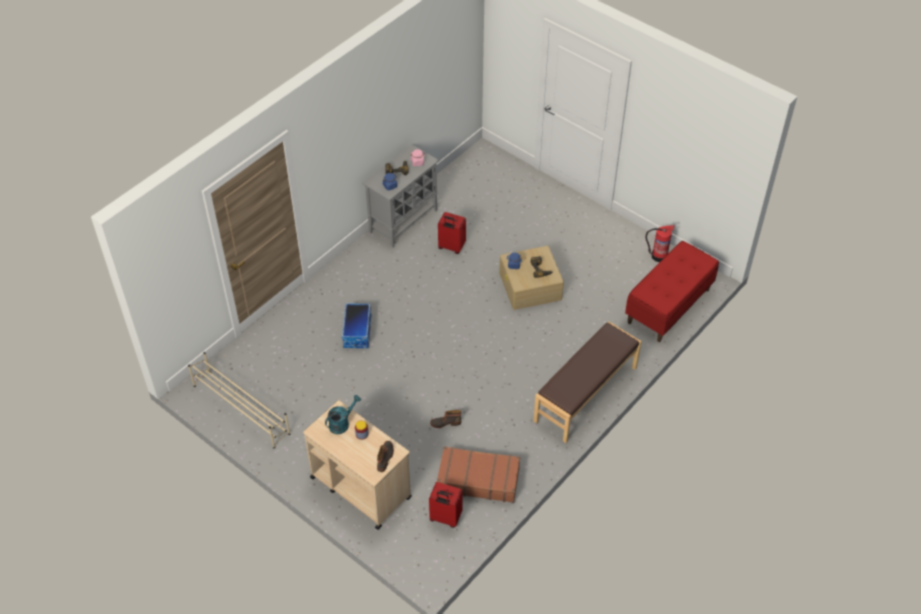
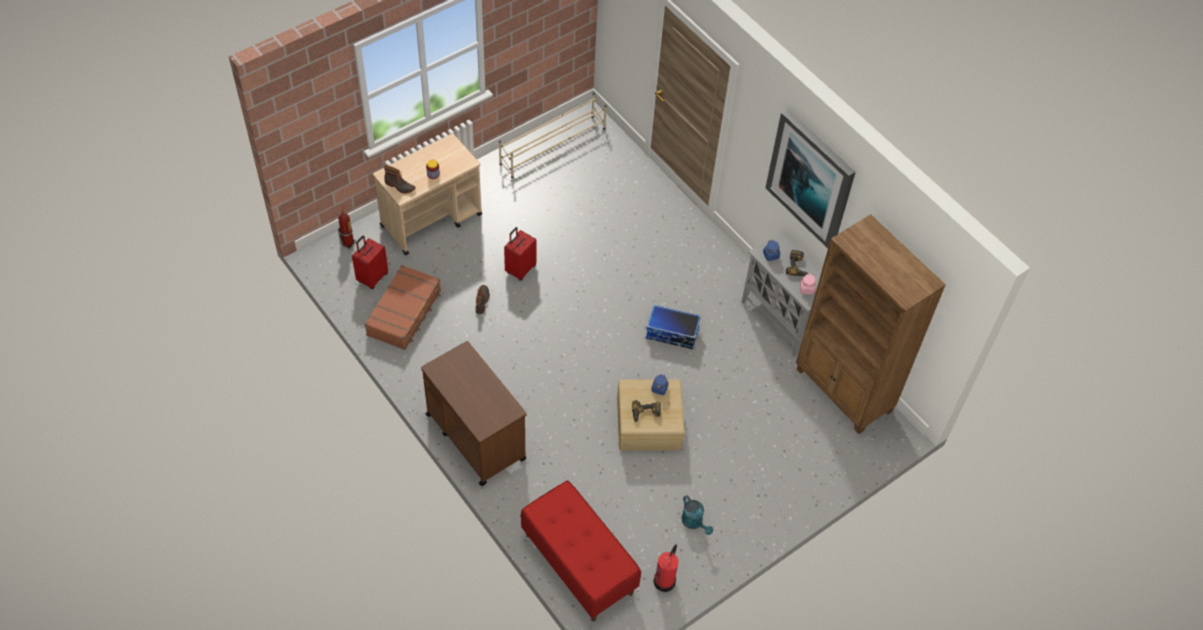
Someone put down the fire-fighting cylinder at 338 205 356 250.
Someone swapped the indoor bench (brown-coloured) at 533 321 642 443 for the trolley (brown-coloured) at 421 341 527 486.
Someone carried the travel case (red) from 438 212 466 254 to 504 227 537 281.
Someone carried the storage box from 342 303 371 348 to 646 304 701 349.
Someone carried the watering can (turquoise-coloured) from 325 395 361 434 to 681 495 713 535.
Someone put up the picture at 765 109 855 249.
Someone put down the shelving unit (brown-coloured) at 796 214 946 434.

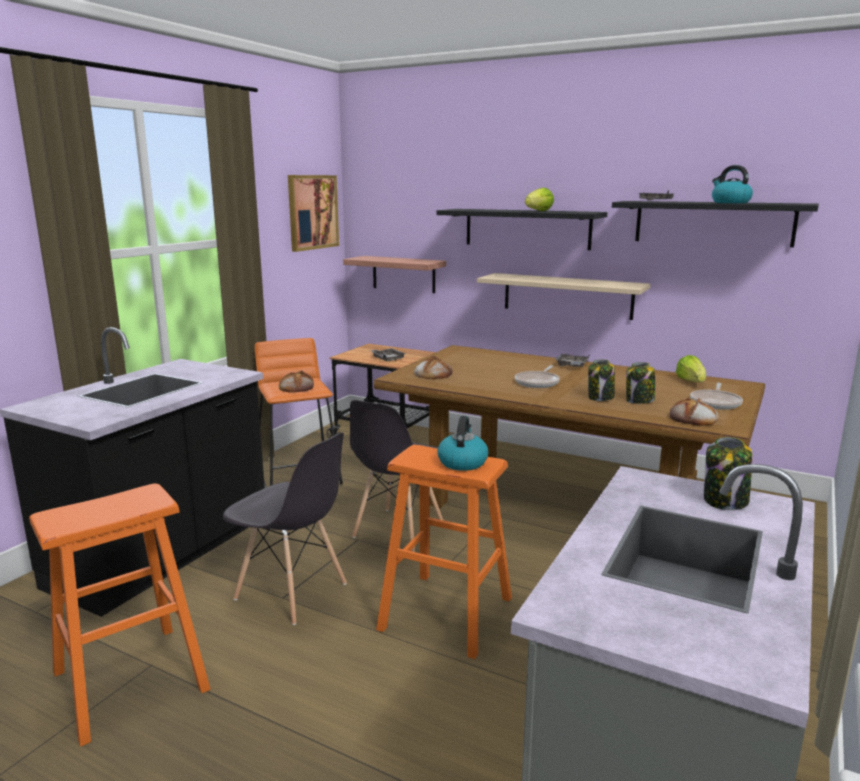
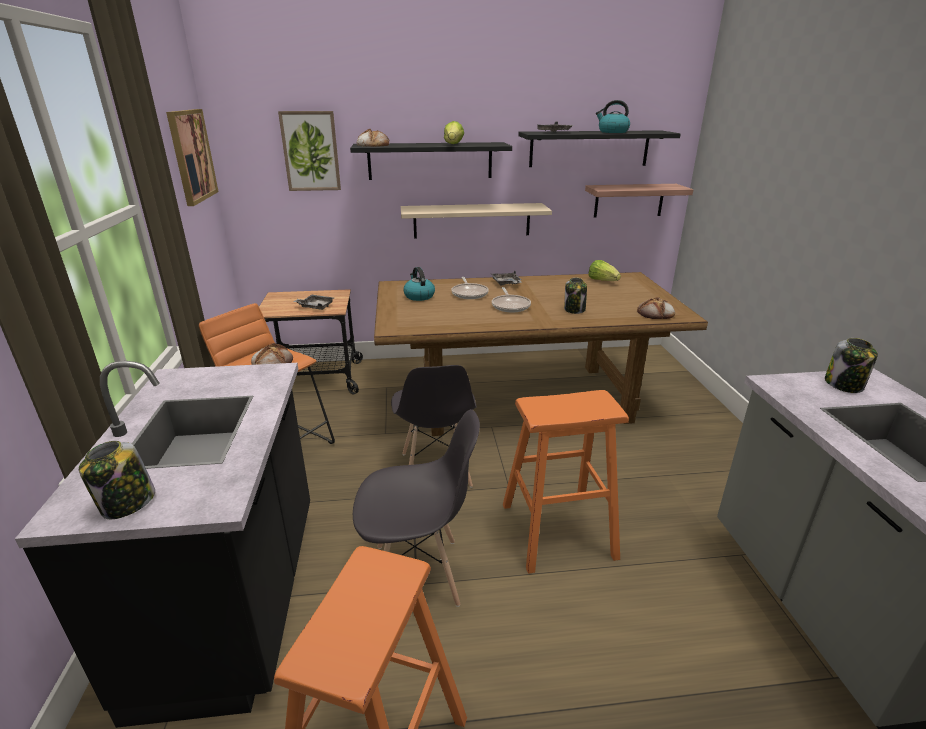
Someone carried the preserve jar from 626 362 655 404 to 79 441 155 519.
Someone put up the picture at 278 111 341 191.
Someone carried the baked bread from 414 356 452 379 to 357 129 389 147.
Someone carried the tea kettle from 437 416 488 471 to 403 267 435 301.
Someone carried the frying pan from 690 383 743 410 to 451 277 489 299.
Someone carried the bracket shelf from 343 256 446 293 to 585 184 693 218.

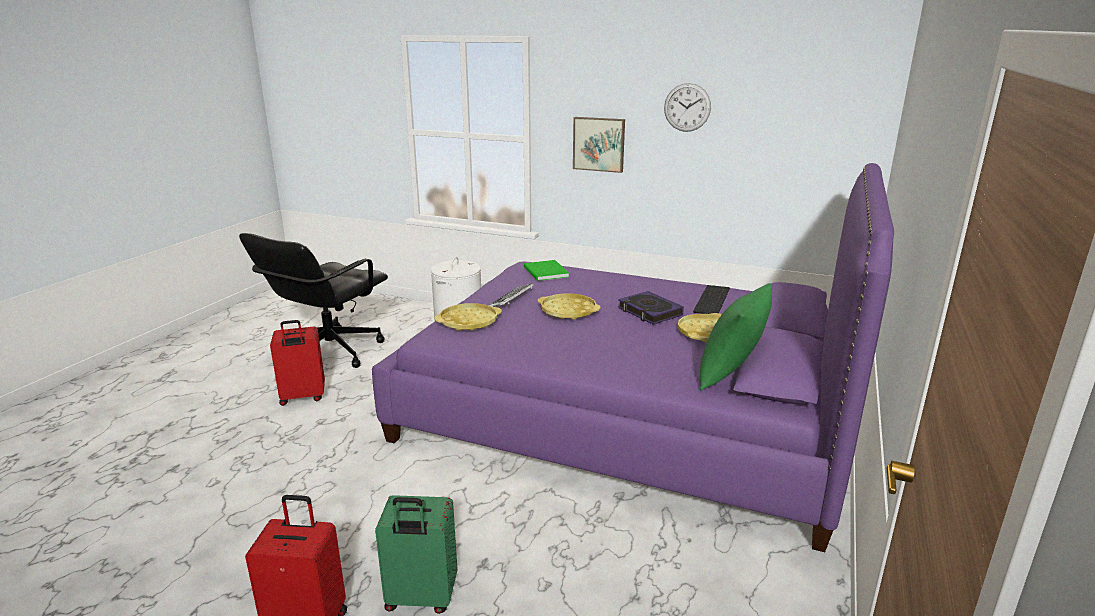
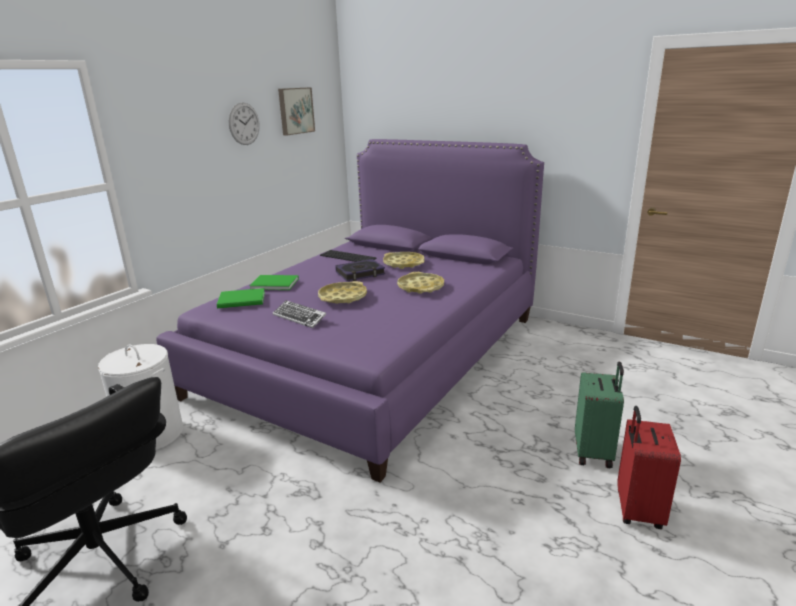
Someone put down the bound book (green-coloured) at 249 275 299 290.
Someone carried the picture from 573 117 625 173 to 278 87 315 135.
Someone carried the tray (yellow) from 434 303 502 331 to 397 272 444 294.
Someone took away the travel case (red) at 270 320 325 406.
Someone took away the pillow (green-coloured) at 700 283 772 391.

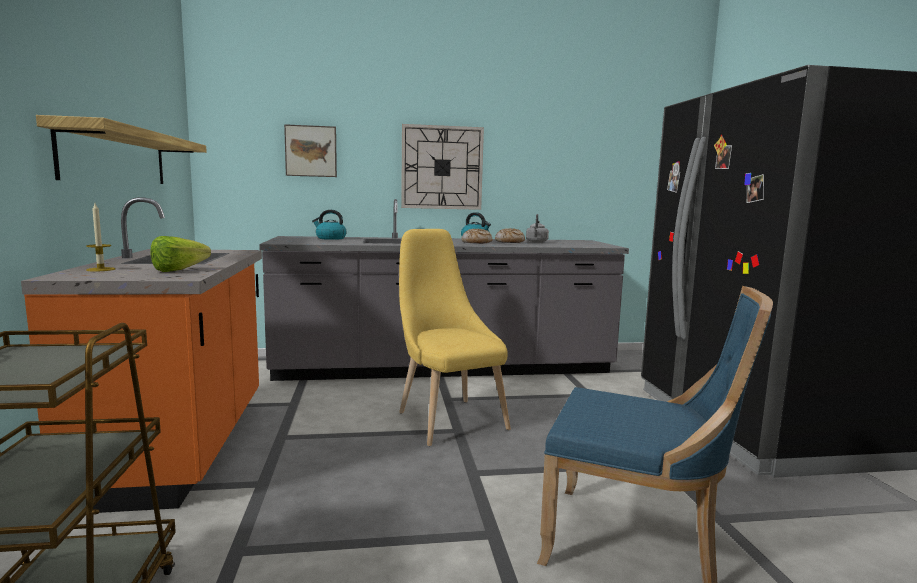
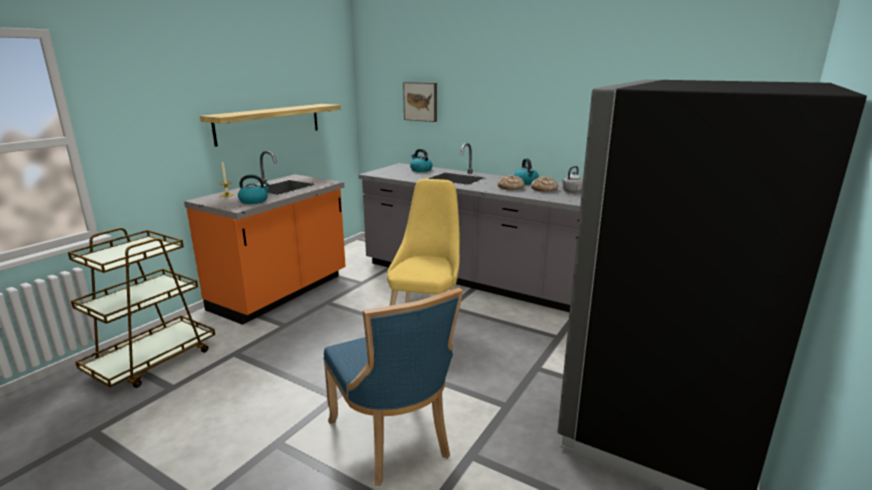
Someone swapped the lettuce at 151 236 211 272 for the tea kettle at 238 174 271 204.
Someone took away the clock on the wall at 401 124 484 210.

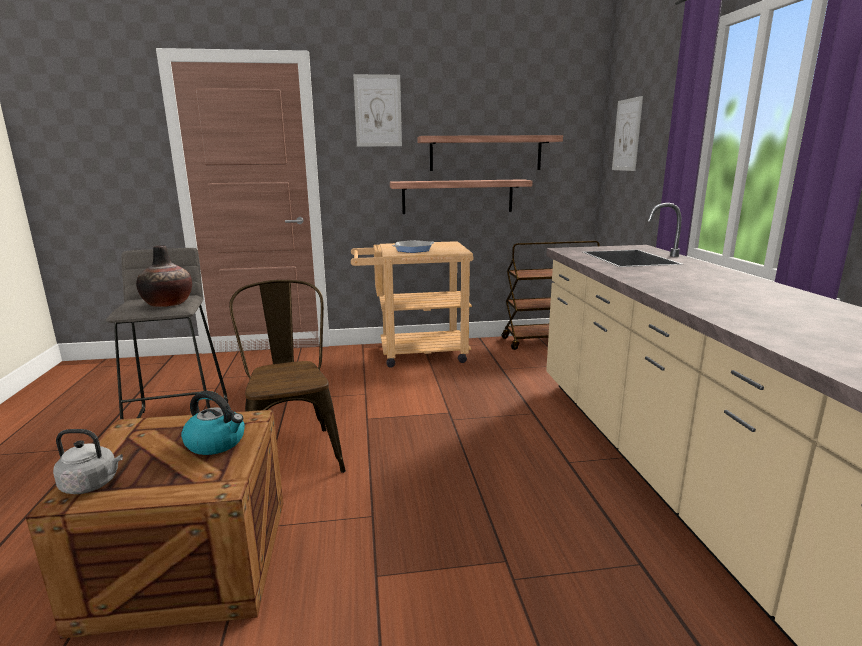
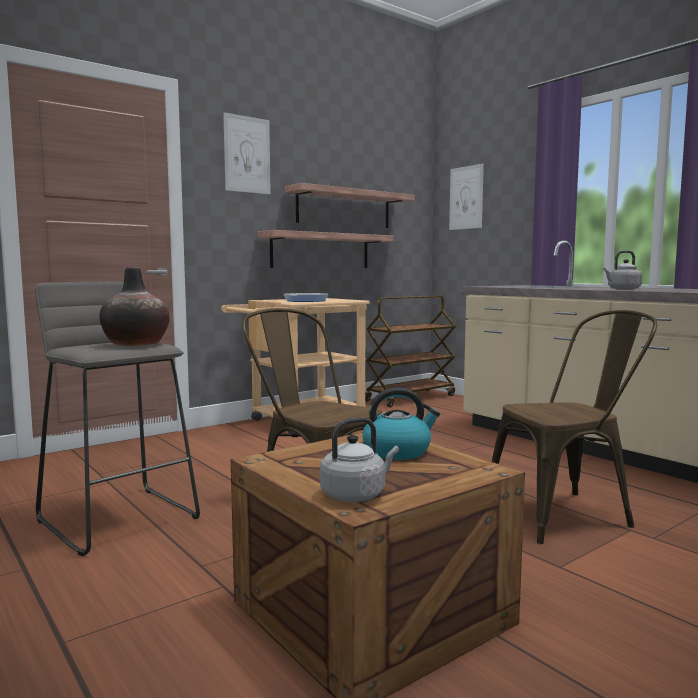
Someone put down the chair (brown-coloured) at 492 310 657 544.
Someone put down the tea kettle (grey) at 603 250 642 290.

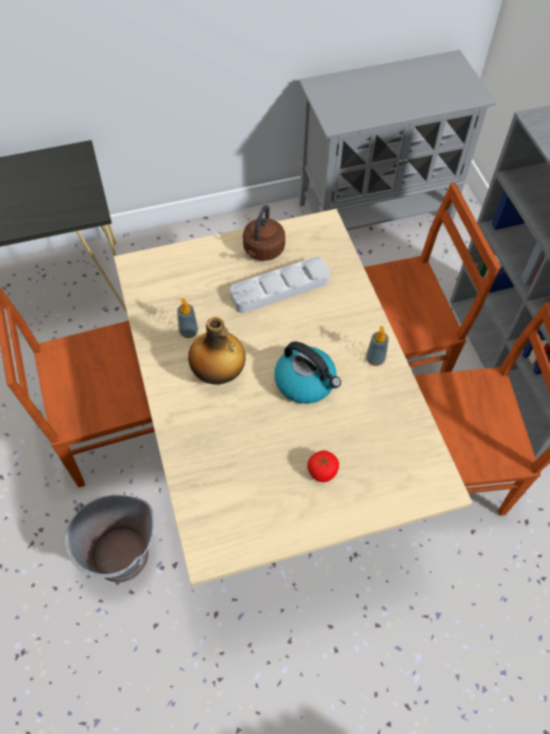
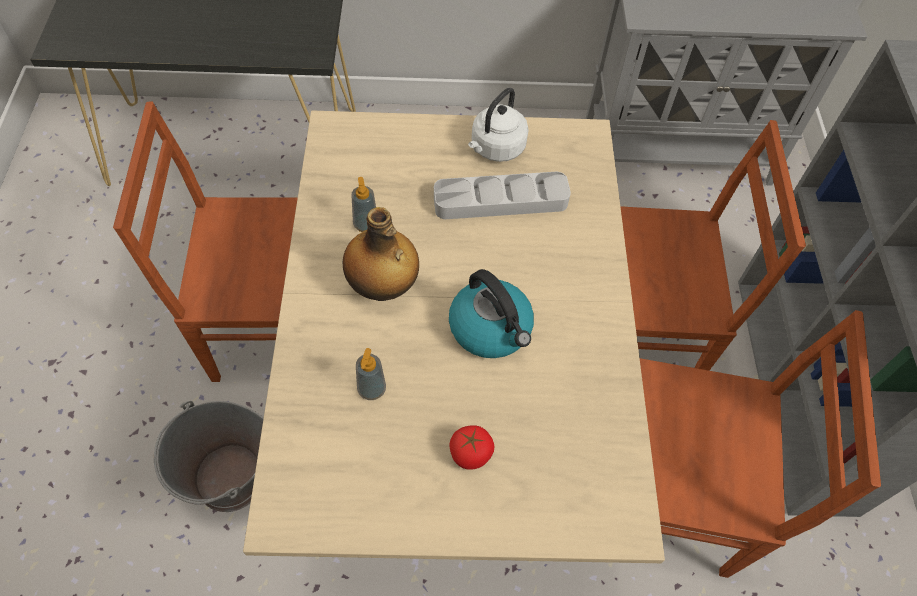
Someone carried the soap dispenser from 366 326 389 366 to 356 348 386 400.
Someone repainted the tea kettle (brown-coloured) at 243 205 285 261, which became the tea kettle (white) at 468 88 529 162.

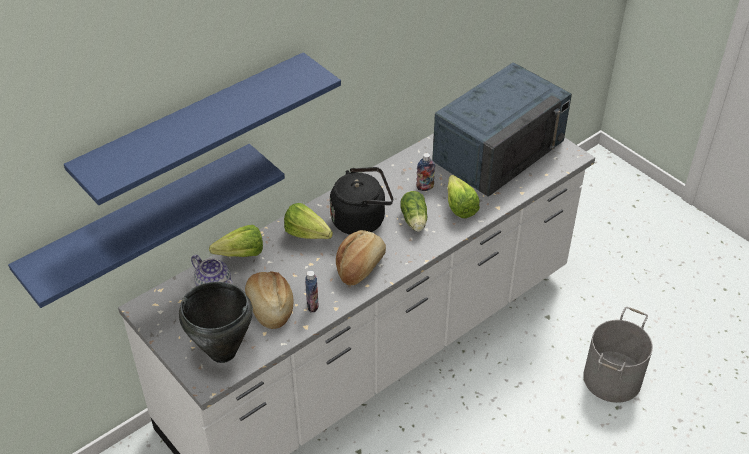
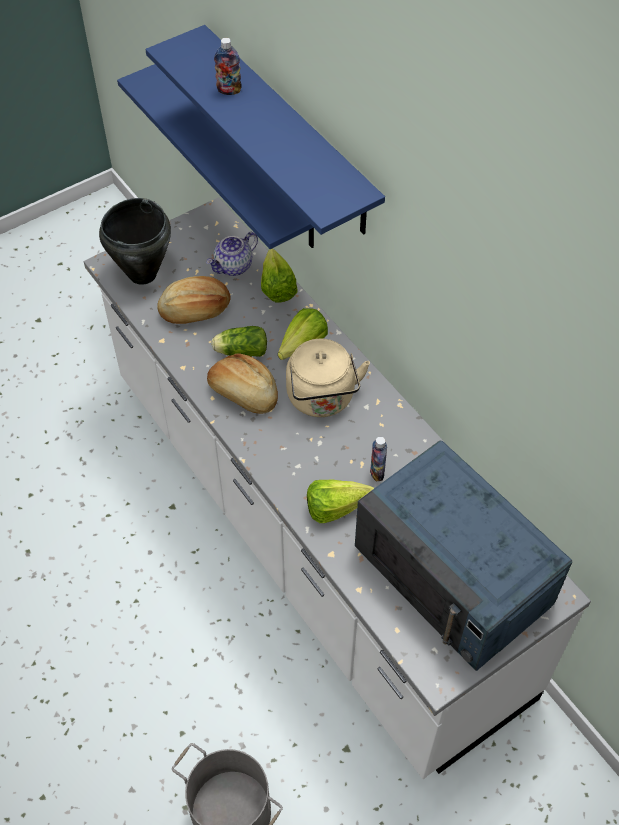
Someone carried the lettuce from 400 191 427 231 to 211 326 267 357.
Someone carried the drink bottle from 305 270 319 312 to 214 38 242 95.
Someone repainted the tea kettle (blackish) at 330 167 393 235, which became the tea kettle (beige-coloured) at 286 339 370 417.

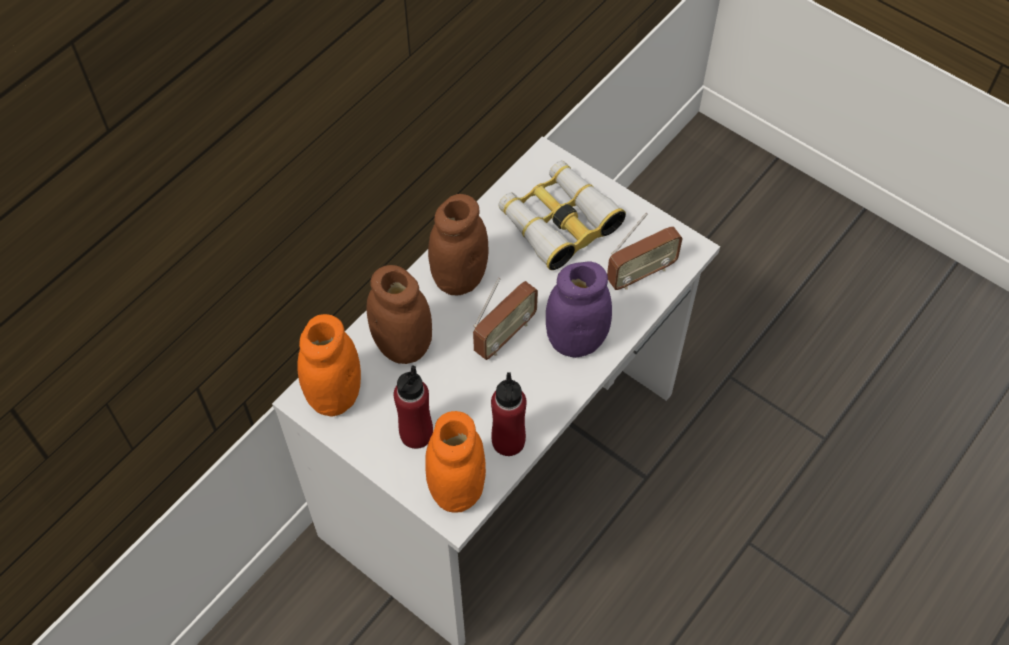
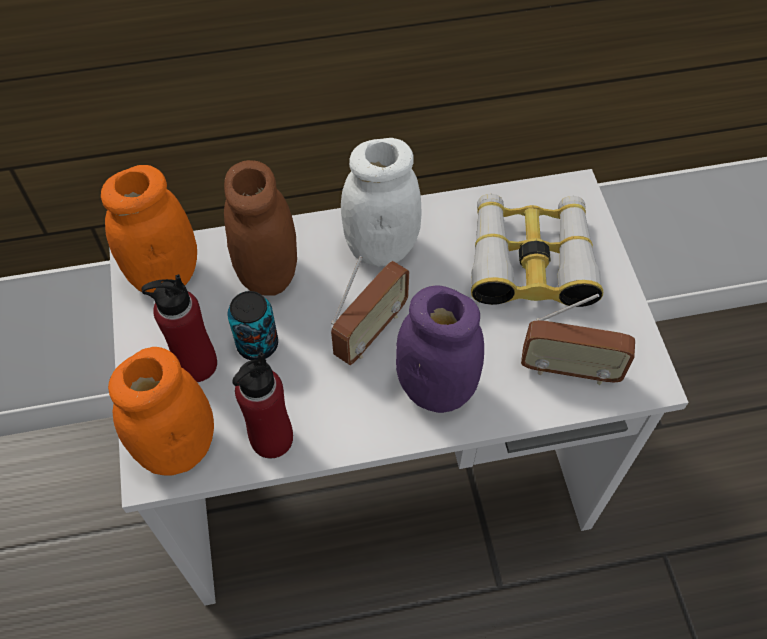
Someone put down the sealed can at 227 291 278 360.
Someone rotated the radio set at 473 277 538 360 by 45 degrees counterclockwise.
Someone repainted the preserve jar (brown-coloured) at 428 194 489 295, which became the preserve jar (white) at 341 138 422 267.

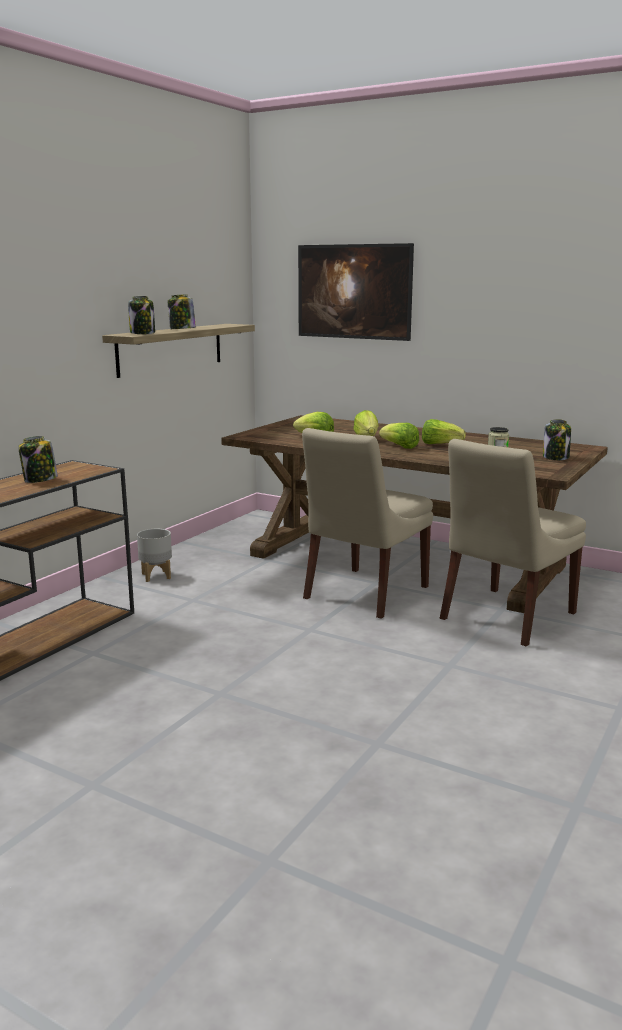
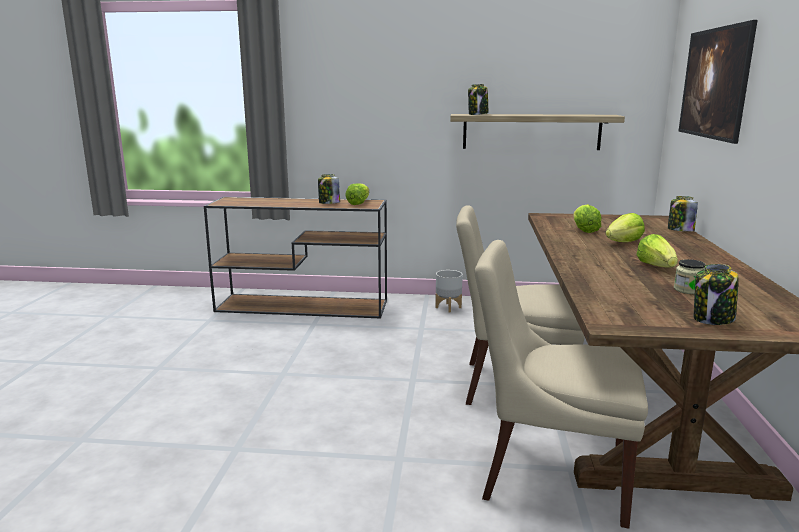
Someone carried the lettuce from 379 423 419 449 to 345 183 369 205.
Someone carried the preserve jar from 168 294 196 329 to 668 196 698 232.

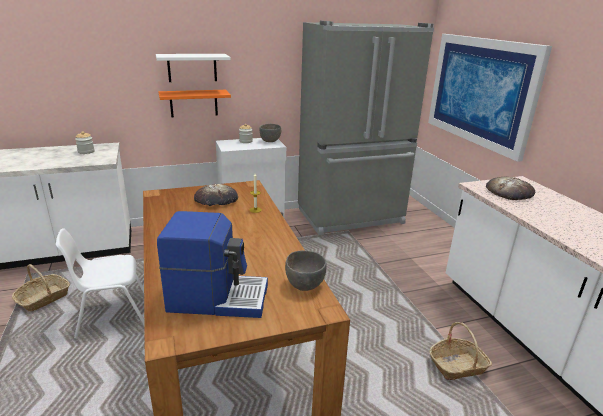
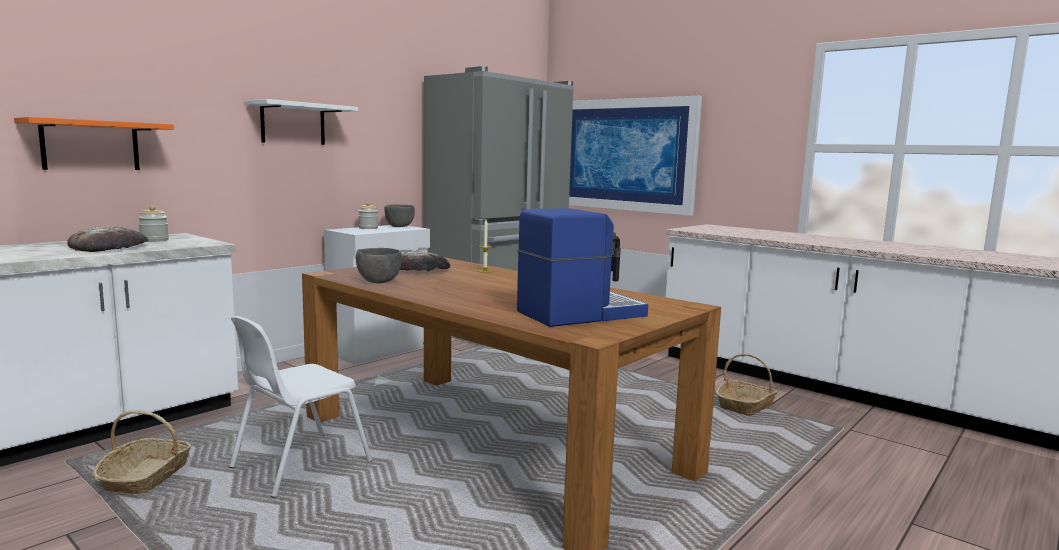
Someone carried the bracket shelf (orange-coloured) from 159 90 231 118 to 14 117 174 170.
Someone carried the baked bread from 486 176 535 200 to 67 227 148 252.
Someone carried the bowl (grey) from 285 250 327 291 to 356 248 402 284.

